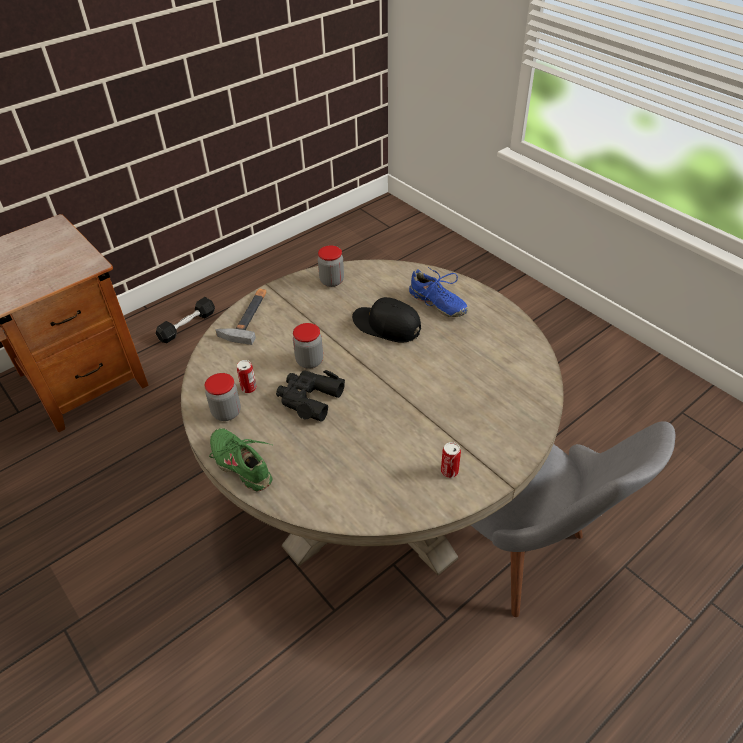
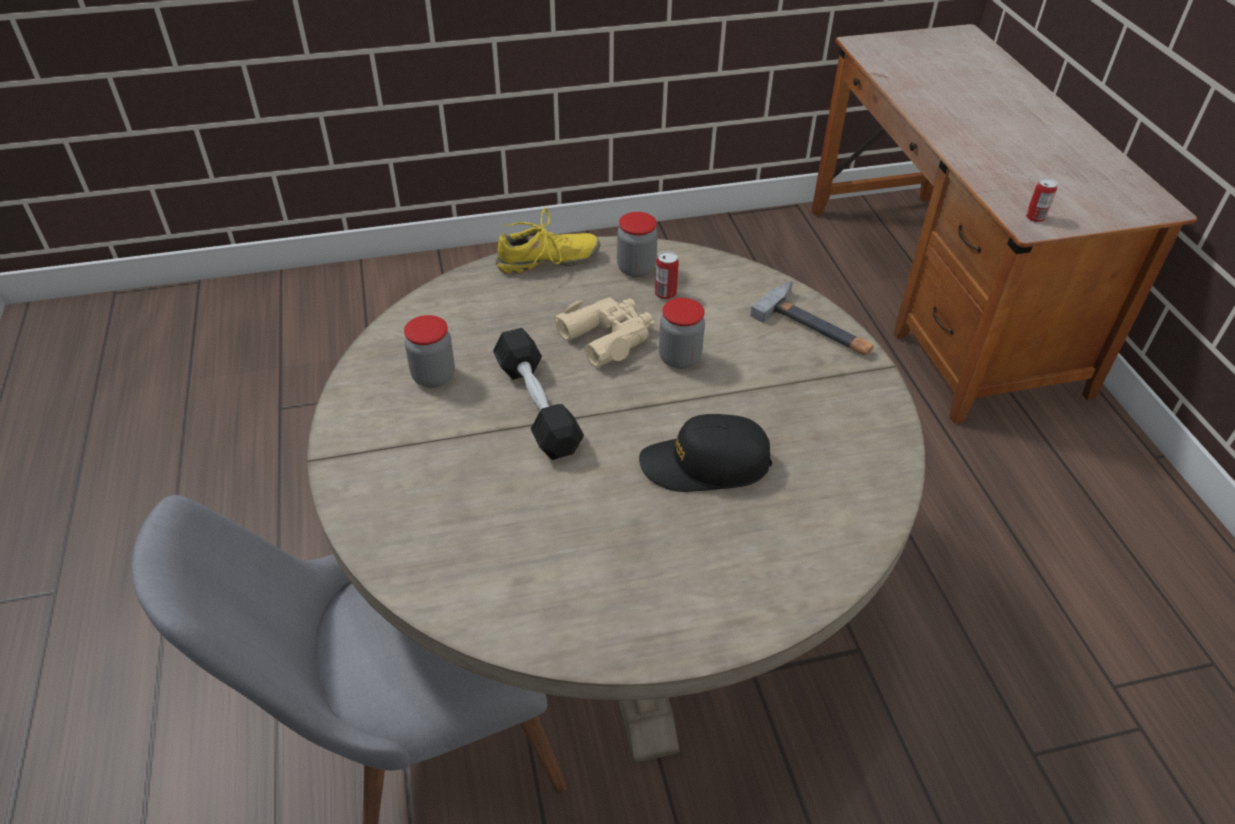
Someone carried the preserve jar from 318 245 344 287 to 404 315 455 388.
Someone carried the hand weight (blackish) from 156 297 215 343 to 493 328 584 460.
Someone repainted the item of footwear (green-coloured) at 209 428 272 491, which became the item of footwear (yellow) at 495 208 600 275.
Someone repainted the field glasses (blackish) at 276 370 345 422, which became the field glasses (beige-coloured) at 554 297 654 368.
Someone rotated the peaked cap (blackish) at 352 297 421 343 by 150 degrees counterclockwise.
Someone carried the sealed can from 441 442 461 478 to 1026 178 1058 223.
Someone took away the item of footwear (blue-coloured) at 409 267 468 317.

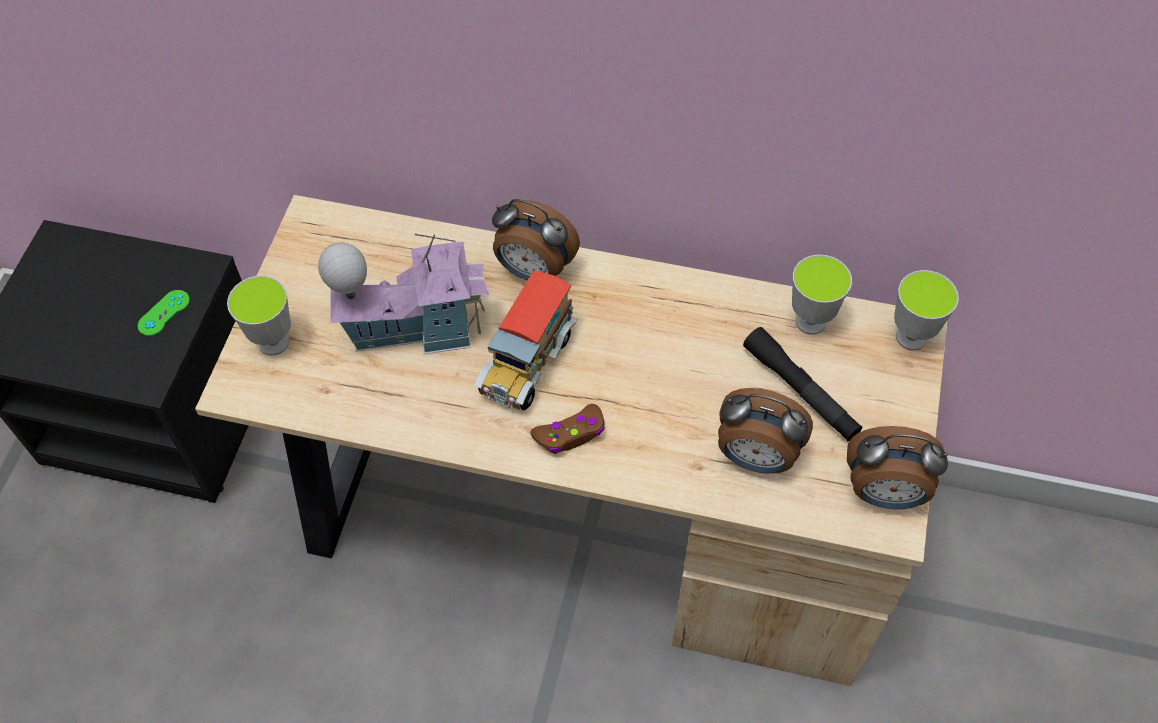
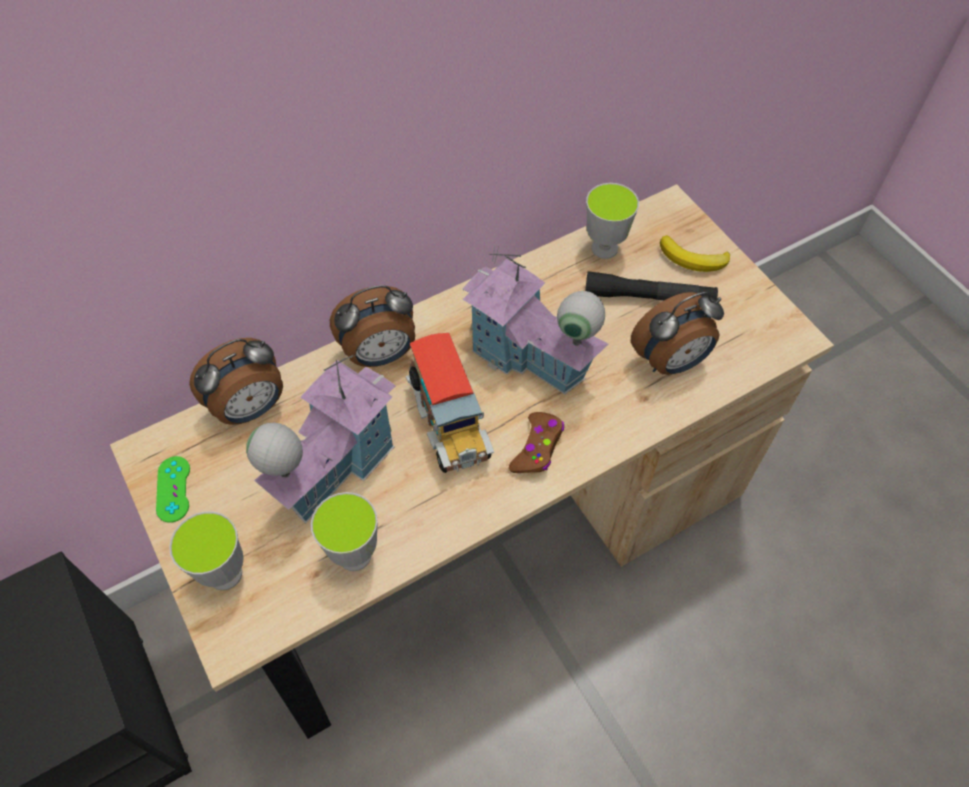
Someone carried the game controller (green-coloured) from 138 290 190 336 to 156 456 190 523.
Someone carried the alarm clock from 847 426 948 509 to 189 338 283 425.
Someone carried the drinking cup from 894 270 959 350 to 311 492 378 571.
Someone put down the toy house at 462 246 608 395.
Someone put down the banana fruit at 660 235 730 272.

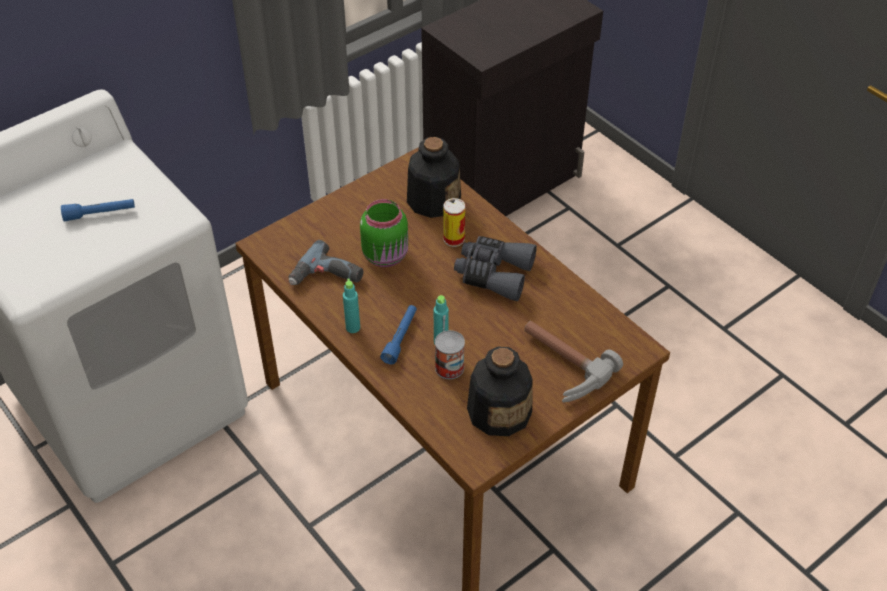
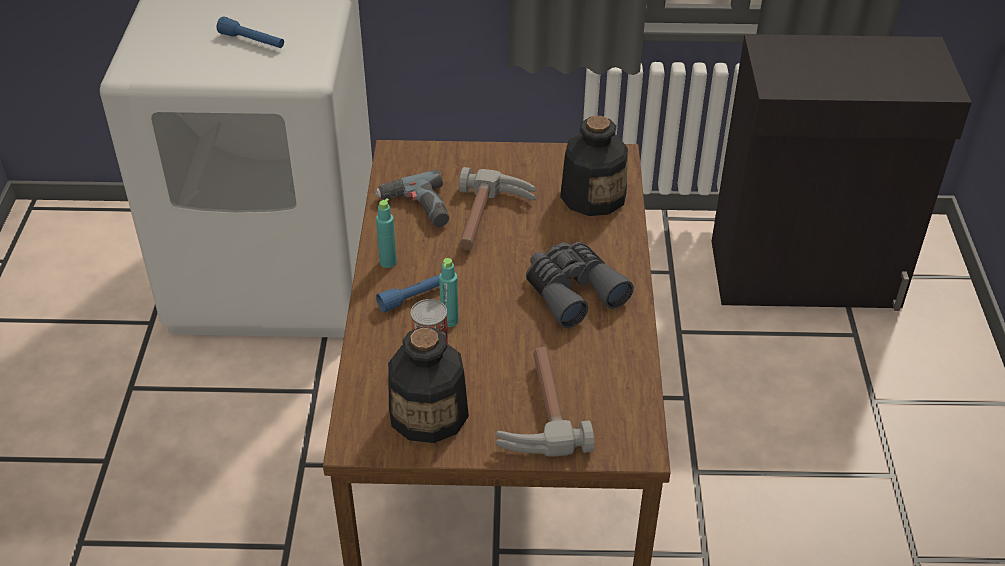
Someone swapped the preserve jar (green-coloured) at 360 199 408 267 for the hammer at 459 167 536 250.
Someone took away the sealed can at 443 198 465 247.

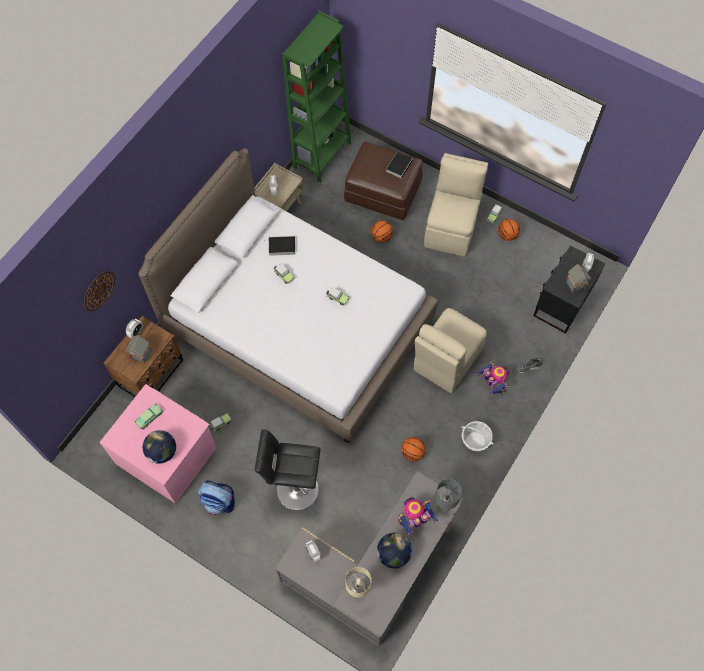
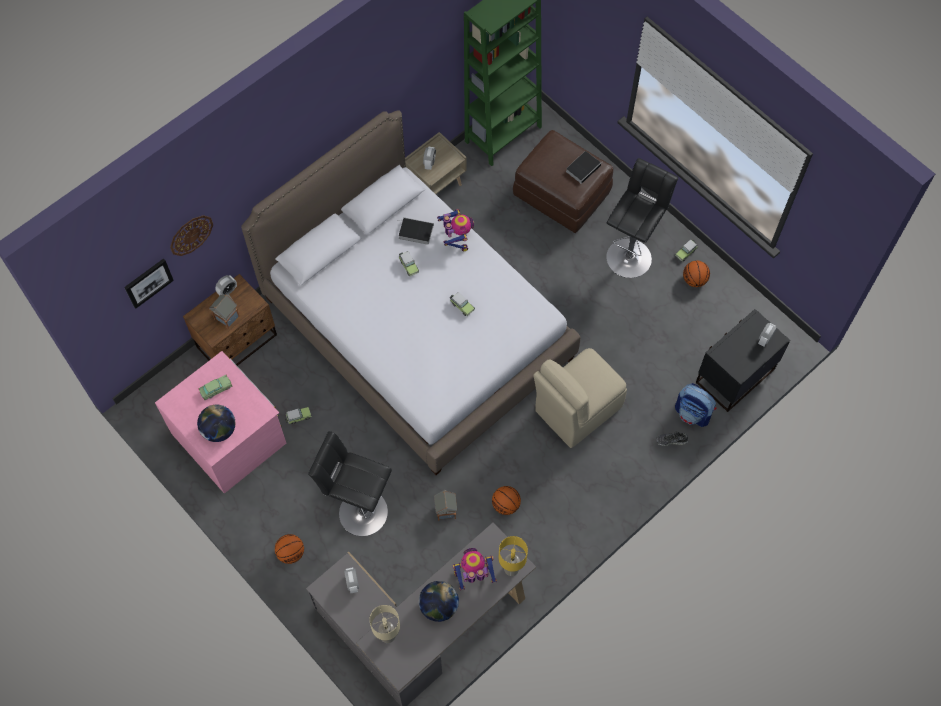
Someone put up the picture at 124 259 174 309.
Someone carried the basketball from 371 221 393 243 to 275 534 304 564.
Someone carried the toy house from 565 264 591 294 to 434 490 457 521.
Someone carried the toy robot from 476 362 509 395 to 437 209 474 251.
Someone repainted the lamp for a table (grey) at 435 479 462 512, which became the lamp for a table (yellow) at 498 536 528 576.
Someone swapped the chair (beige-coloured) at 424 153 488 256 for the stool seat (blackish) at 606 158 678 278.
Someone carried the knapsack from 198 480 235 515 to 675 383 716 427.
Someone took away the household basket at 462 421 494 451.

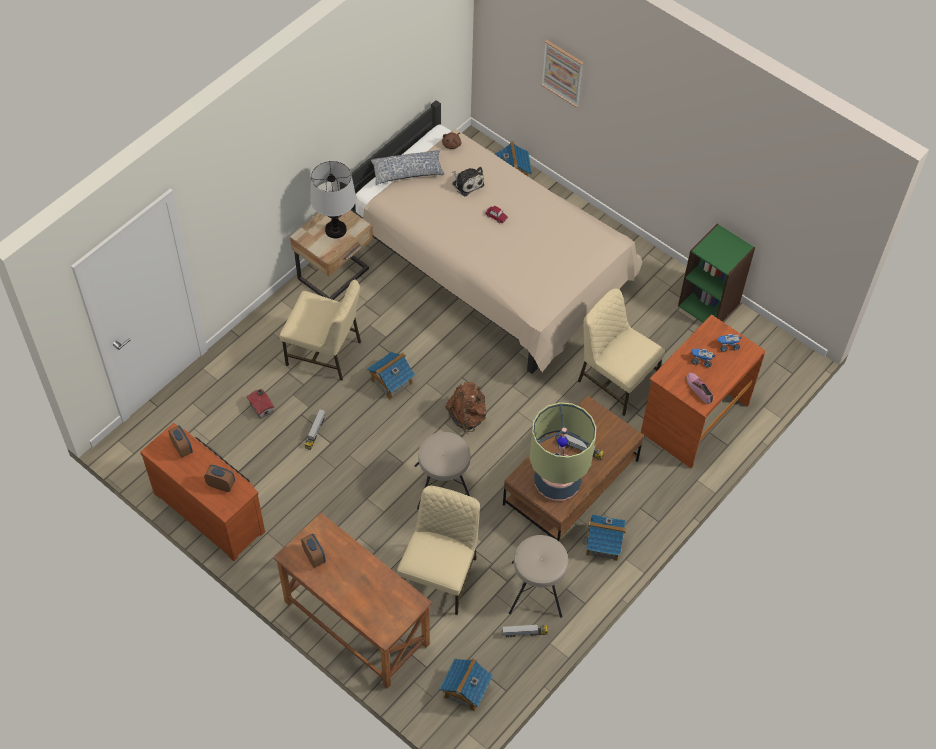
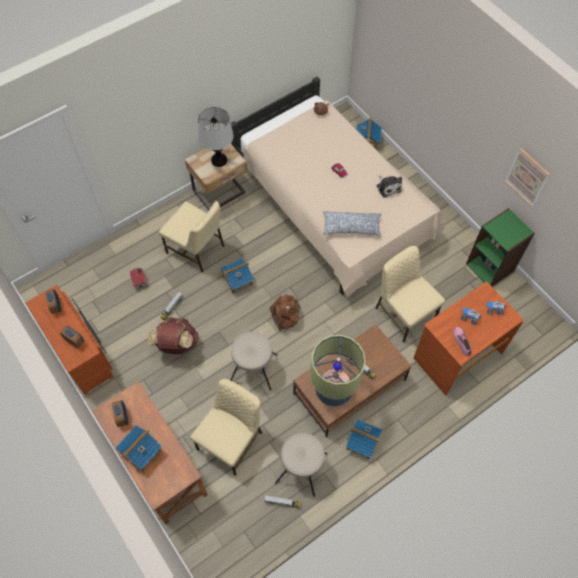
Someone carried the toy house from 439 657 493 711 to 115 425 162 472.
Someone put down the knapsack (brown-coloured) at 148 317 199 354.
Someone carried the pillow from 371 150 444 185 to 323 211 382 236.
Someone carried the soft toy from 452 167 484 196 to 377 176 402 198.
Someone carried the picture from 541 40 584 108 to 505 148 550 207.

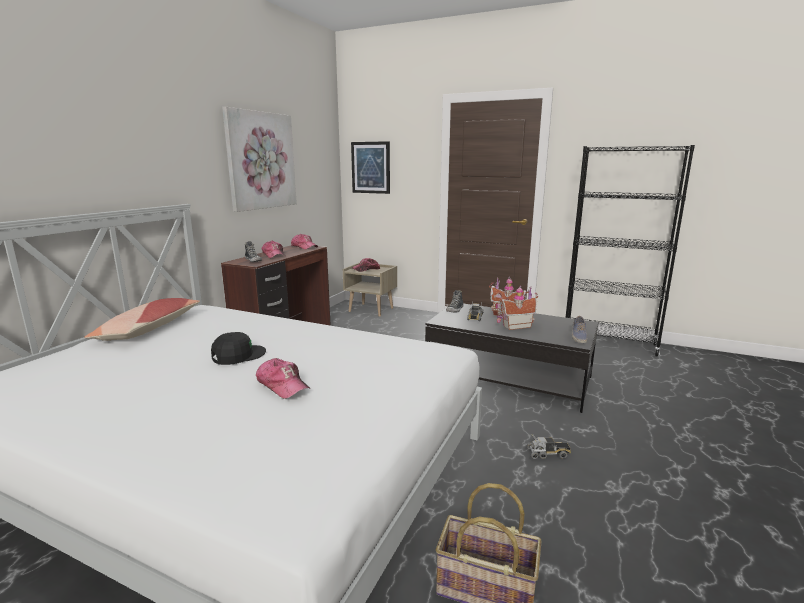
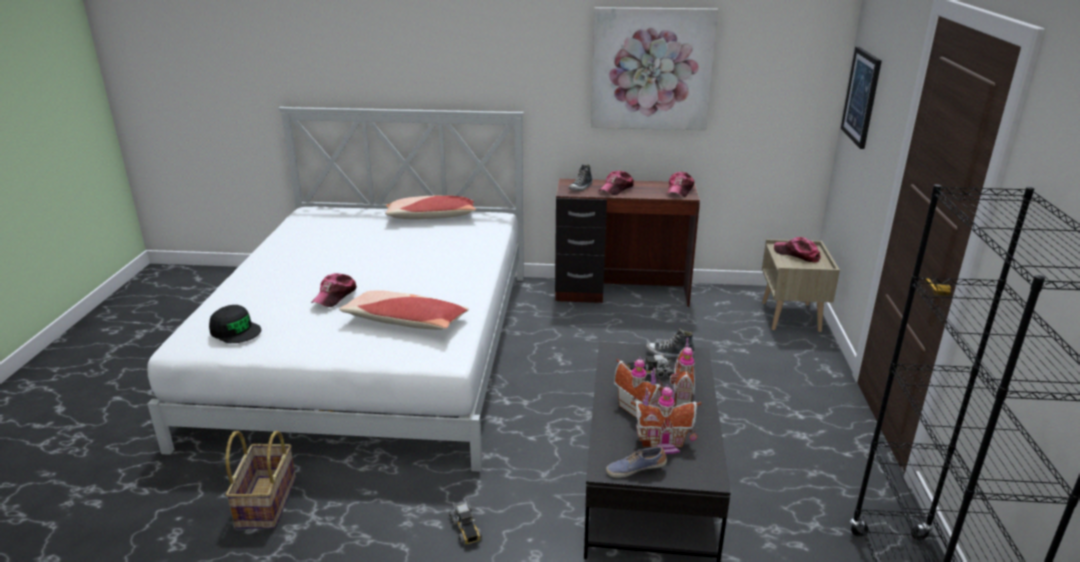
Someone carried the peaked cap (blackish) from 211 332 266 365 to 209 305 261 343.
Someone put down the pillow at 339 290 469 330.
Someone put down the toy house at 631 384 701 454.

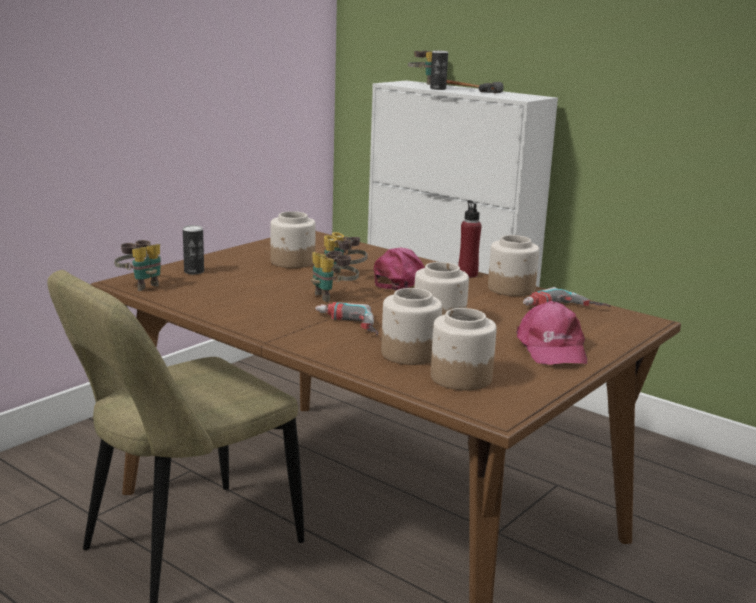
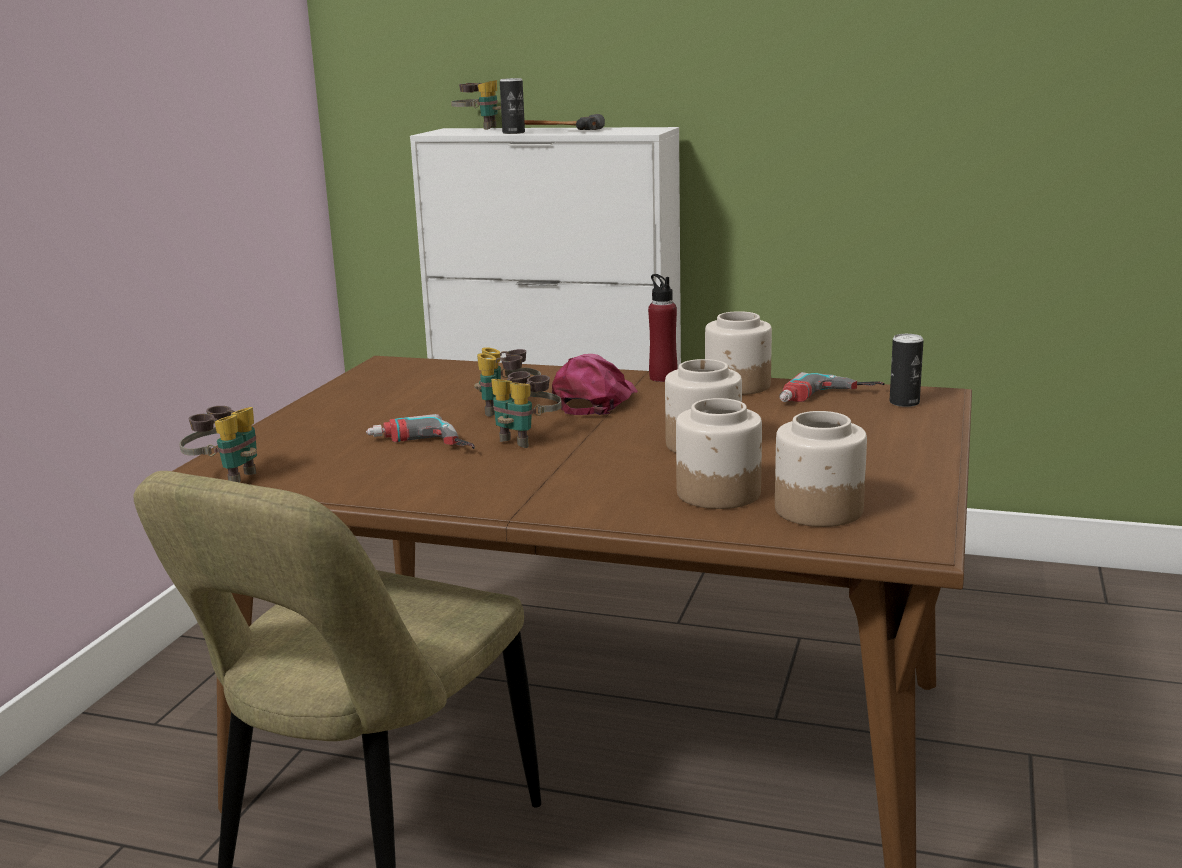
Someone carried the electric drill from 315 302 378 335 to 366 414 475 449.
Someone carried the sealed can from 183 225 204 274 to 889 334 924 407.
Someone took away the preserve jar at 270 211 316 268.
Someone took away the peaked cap (pink-coloured) at 516 301 587 365.

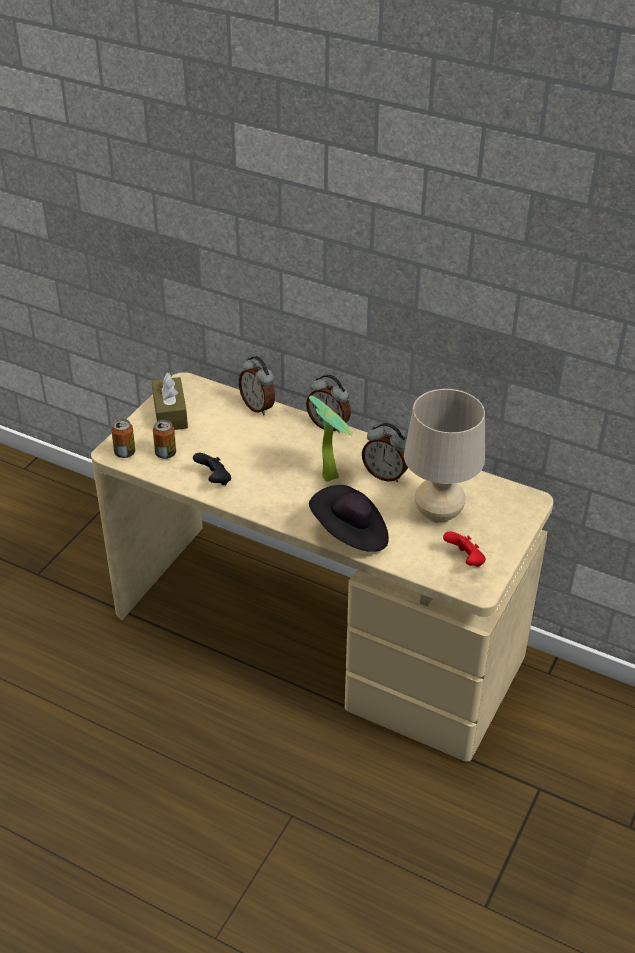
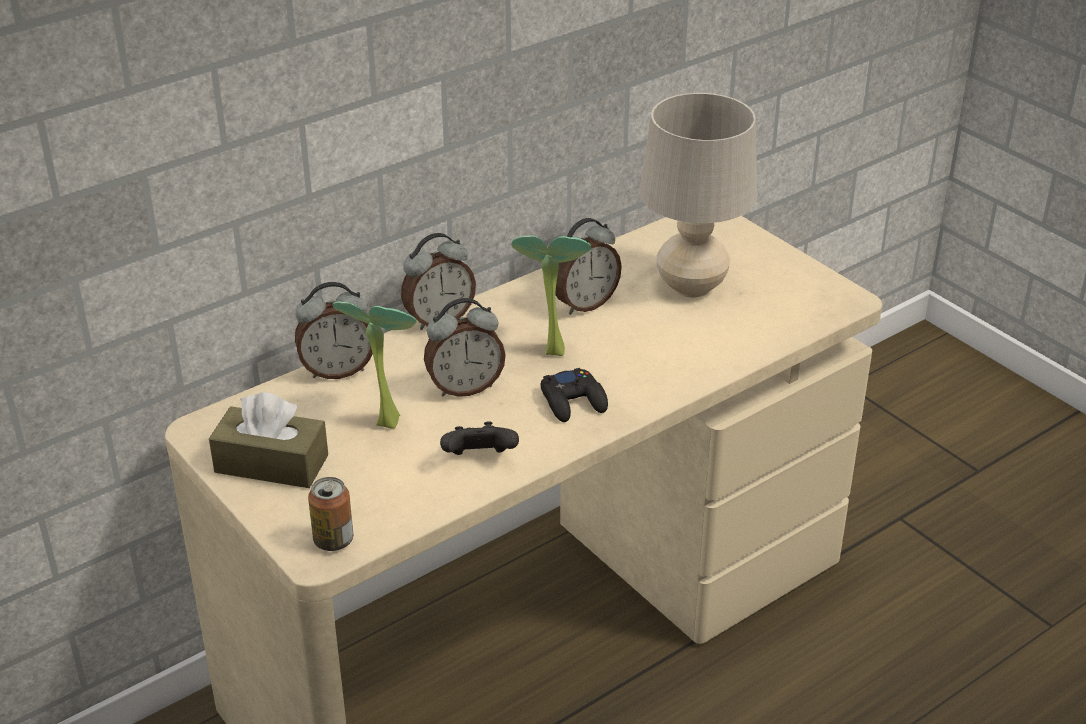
Someone put down the houseplant at 332 301 417 429.
Someone put down the alarm clock at 424 298 506 397.
Someone put down the game controller (blackish) at 540 368 608 422.
Someone took away the sealed can at 153 420 176 459.
Someone took away the clothing hat (blackish) at 309 485 389 552.
Someone took away the game controller (red) at 443 531 486 567.

